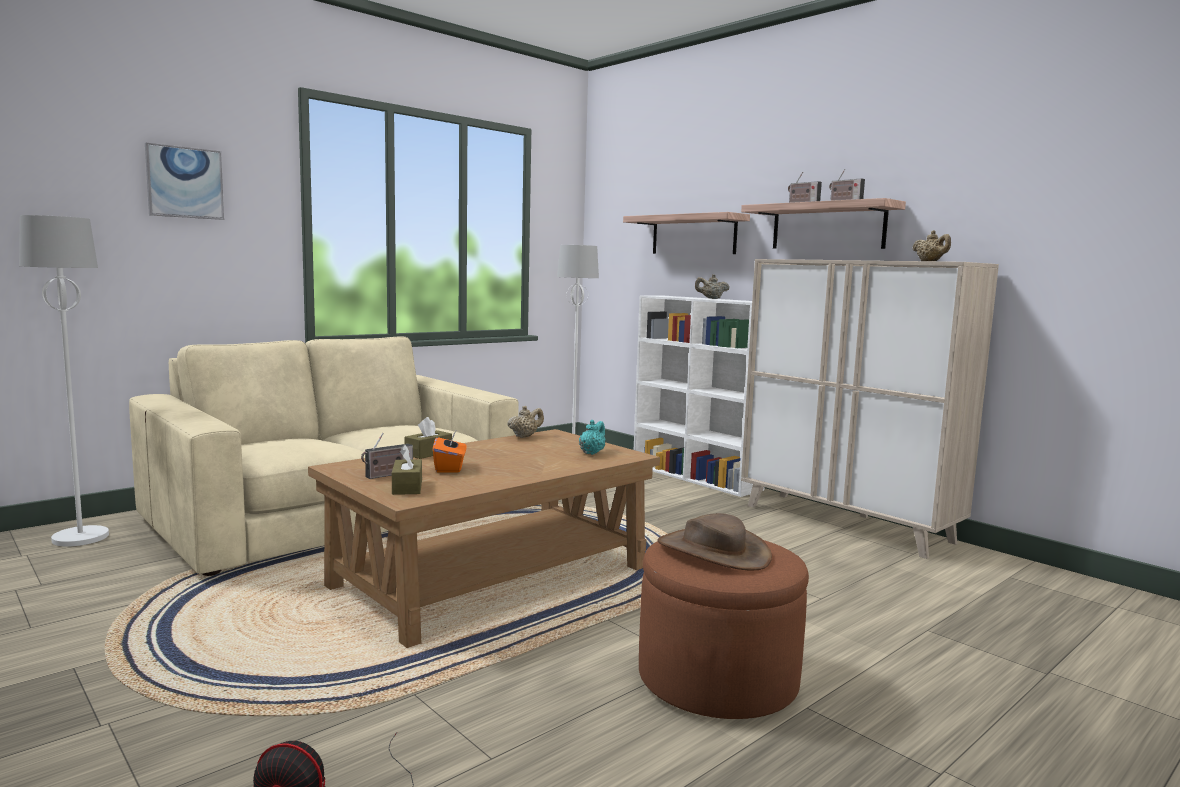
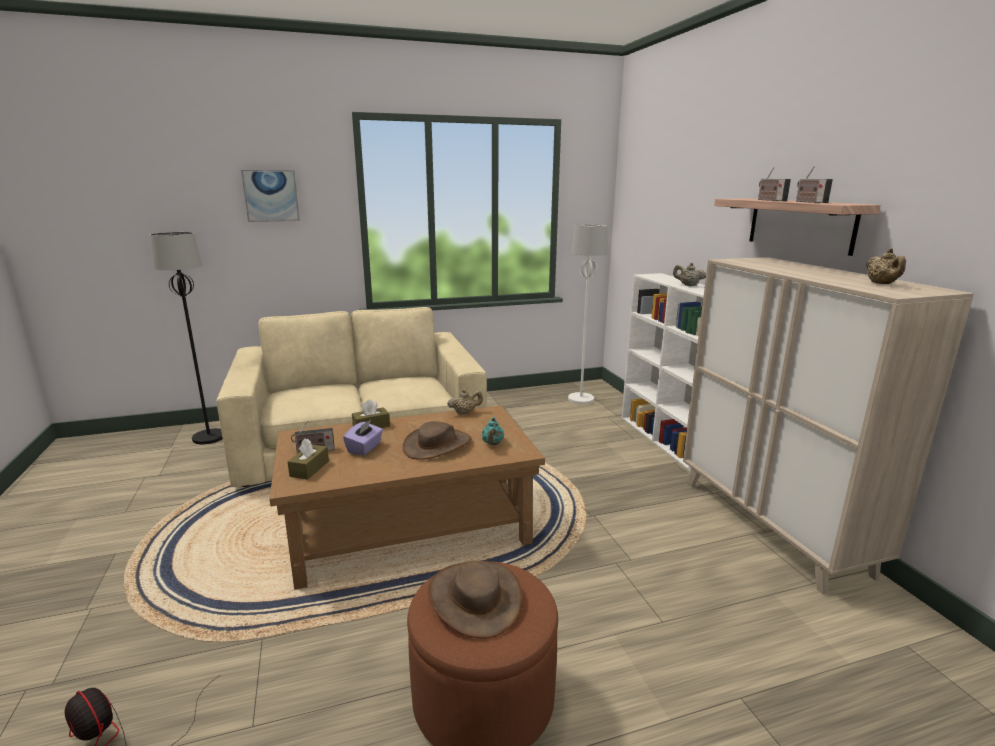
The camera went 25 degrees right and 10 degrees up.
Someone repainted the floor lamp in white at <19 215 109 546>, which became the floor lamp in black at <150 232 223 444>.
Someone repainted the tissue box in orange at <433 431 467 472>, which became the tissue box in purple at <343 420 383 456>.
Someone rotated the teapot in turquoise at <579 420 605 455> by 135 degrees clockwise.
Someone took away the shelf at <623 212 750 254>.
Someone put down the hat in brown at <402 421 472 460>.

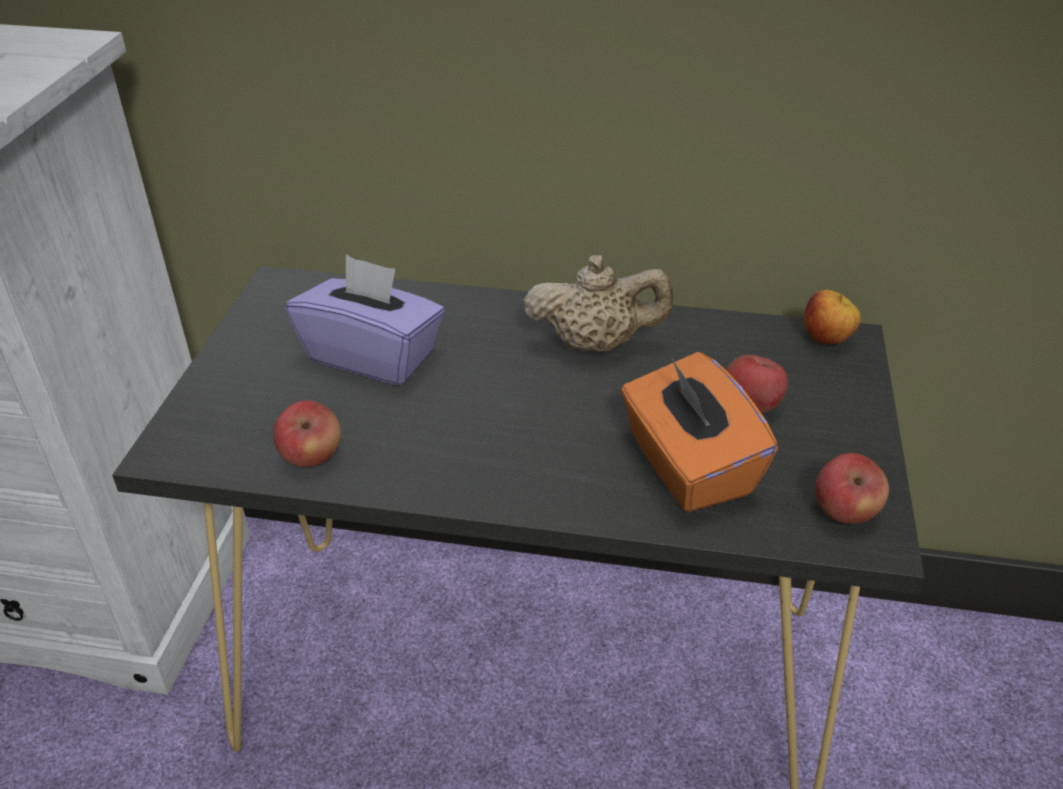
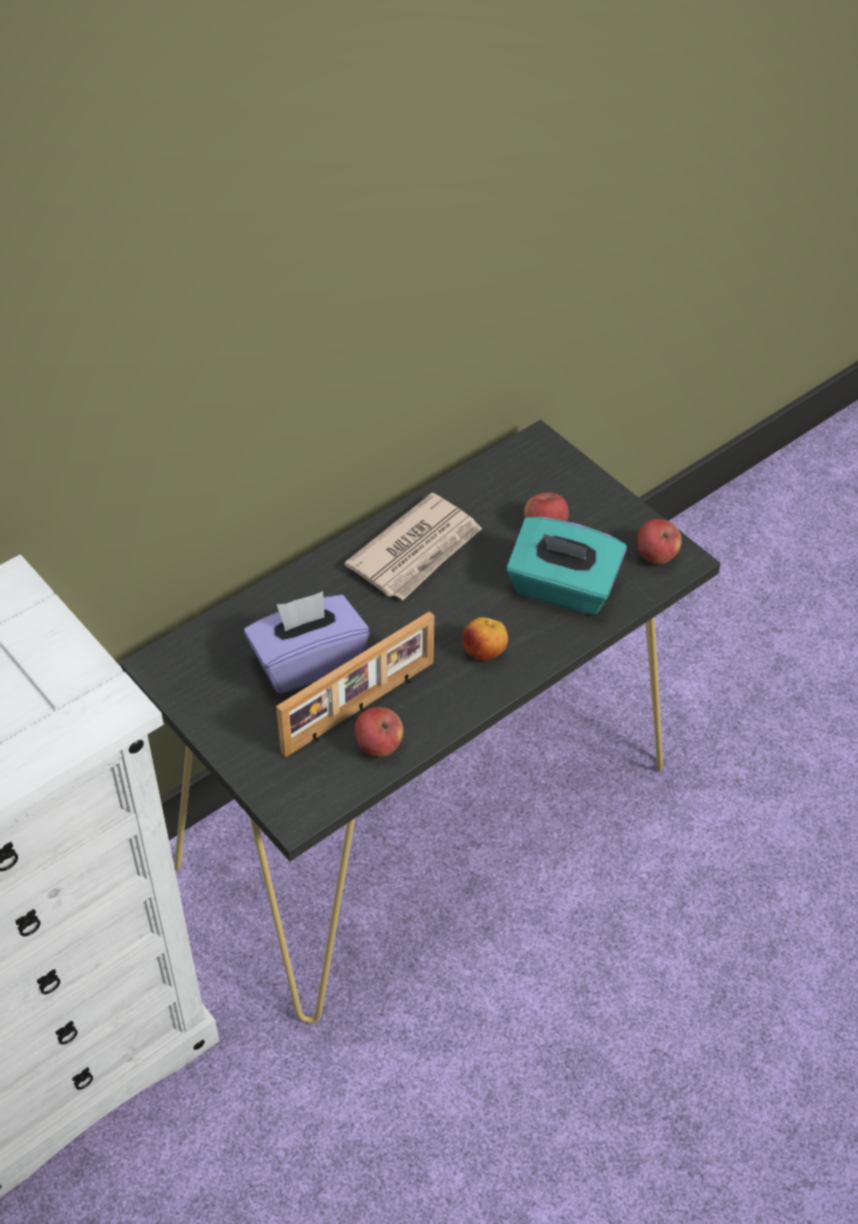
The camera went 50 degrees left and 10 degrees up.
Someone swapped the teapot in beige at <523 255 673 352> for the newspaper at <344 493 482 600>.
Someone repainted the tissue box in orange at <621 352 778 512>, which became the tissue box in turquoise at <506 517 626 615>.
Someone carried the apple from <804 290 861 345> to <463 617 508 661>.
Someone put down the picture frame at <276 611 435 758>.

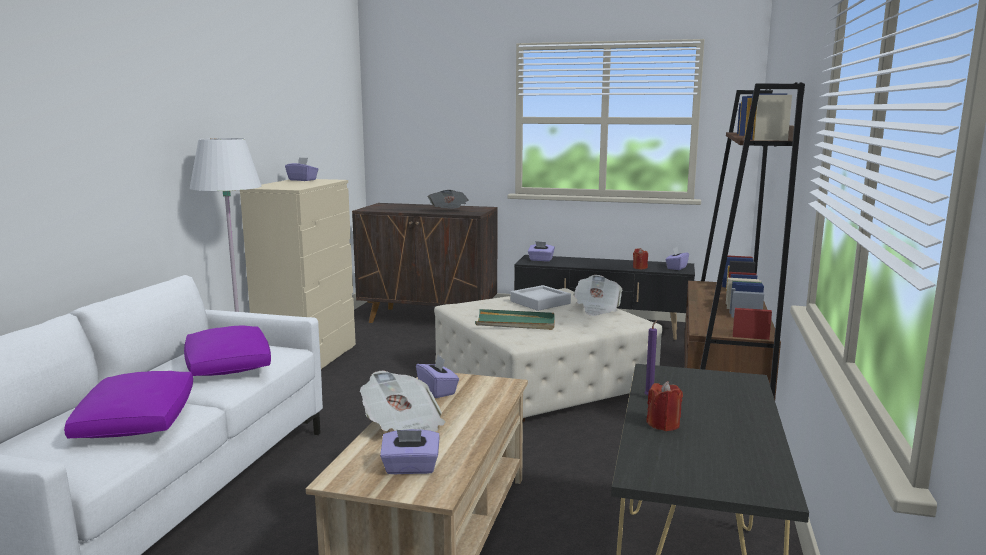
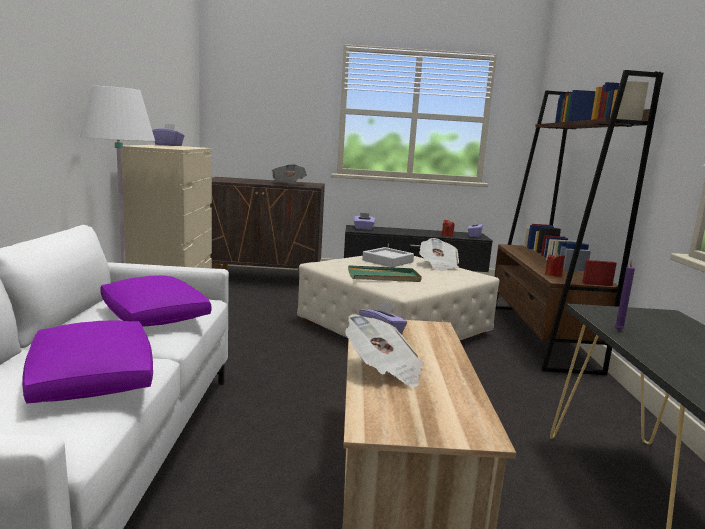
The camera went 15 degrees left and 0 degrees up.
Someone took away the tissue box in purple at <380 429 440 474>.
Someone carried the candle in red from <646 381 683 431> to <545 252 565 277>.

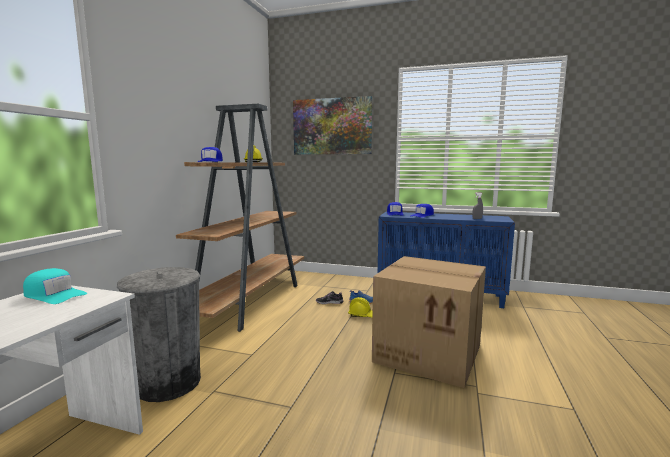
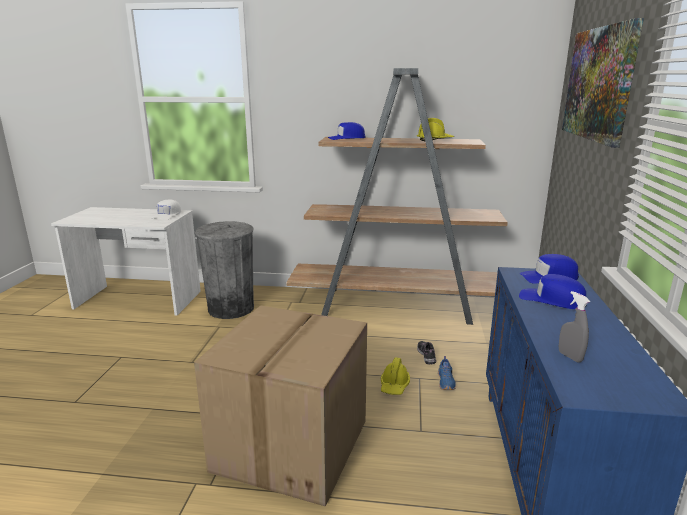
The camera went 80 degrees right and 10 degrees up.
Someone repainted the cap in turquoise at <23 268 87 304>, which became the cap in white at <151 199 181 220>.

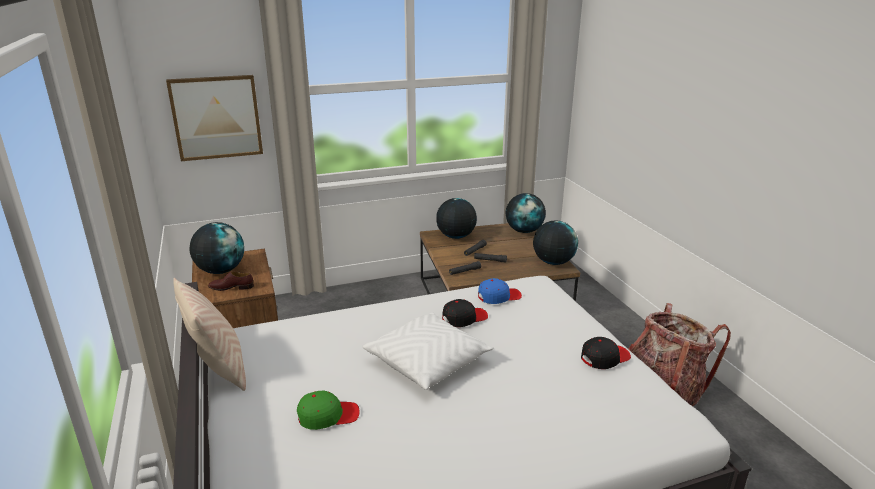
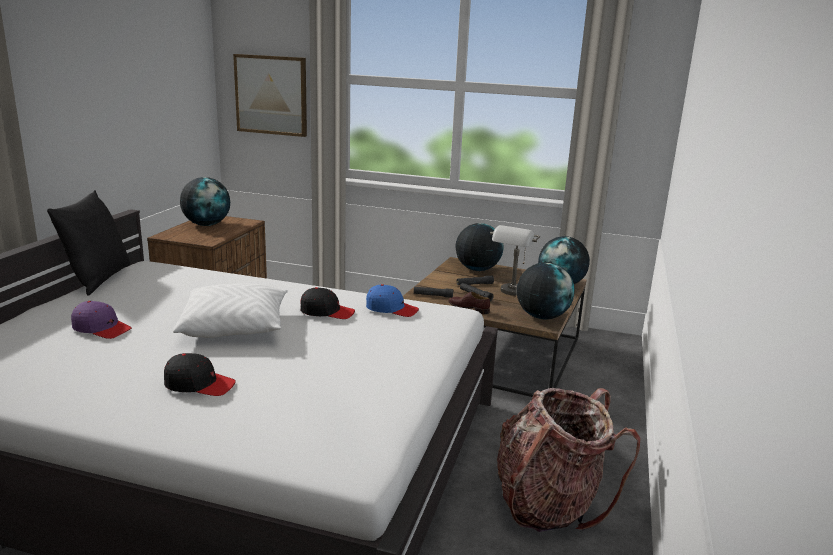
The camera went 35 degrees right and 5 degrees down.
Someone repainted the pillow in beige at <174 277 246 391>, which became the pillow in black at <47 190 130 296>.
Someone carried the shoe in brown from <208 271 254 291> to <448 292 490 314>.
Someone repainted the cap in green at <297 391 360 430>, which became the cap in purple at <71 301 132 339>.
Someone carried the cap in black from <581 337 631 369> to <164 353 236 396>.
Someone put down the table lamp in grey at <490 225 540 296>.

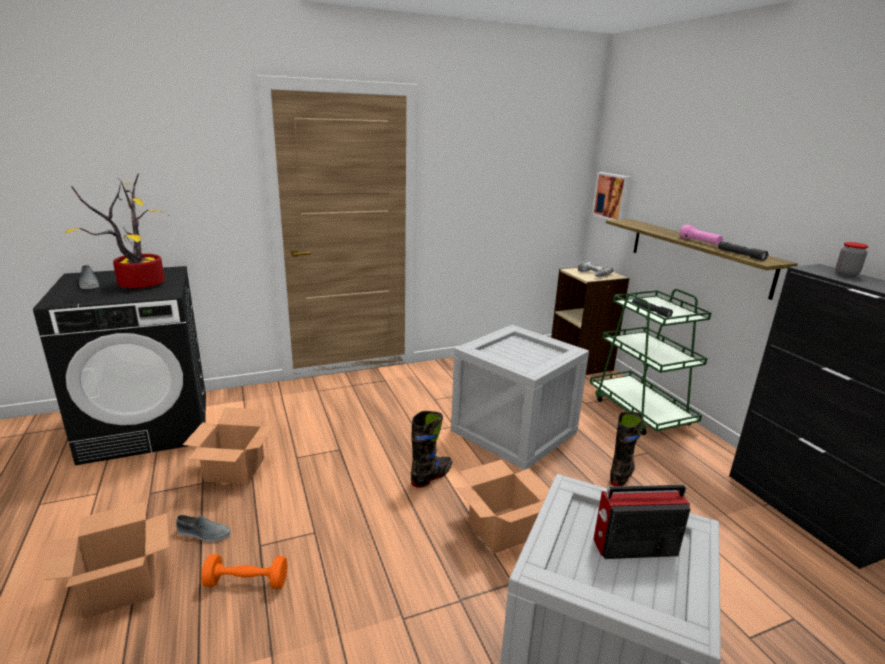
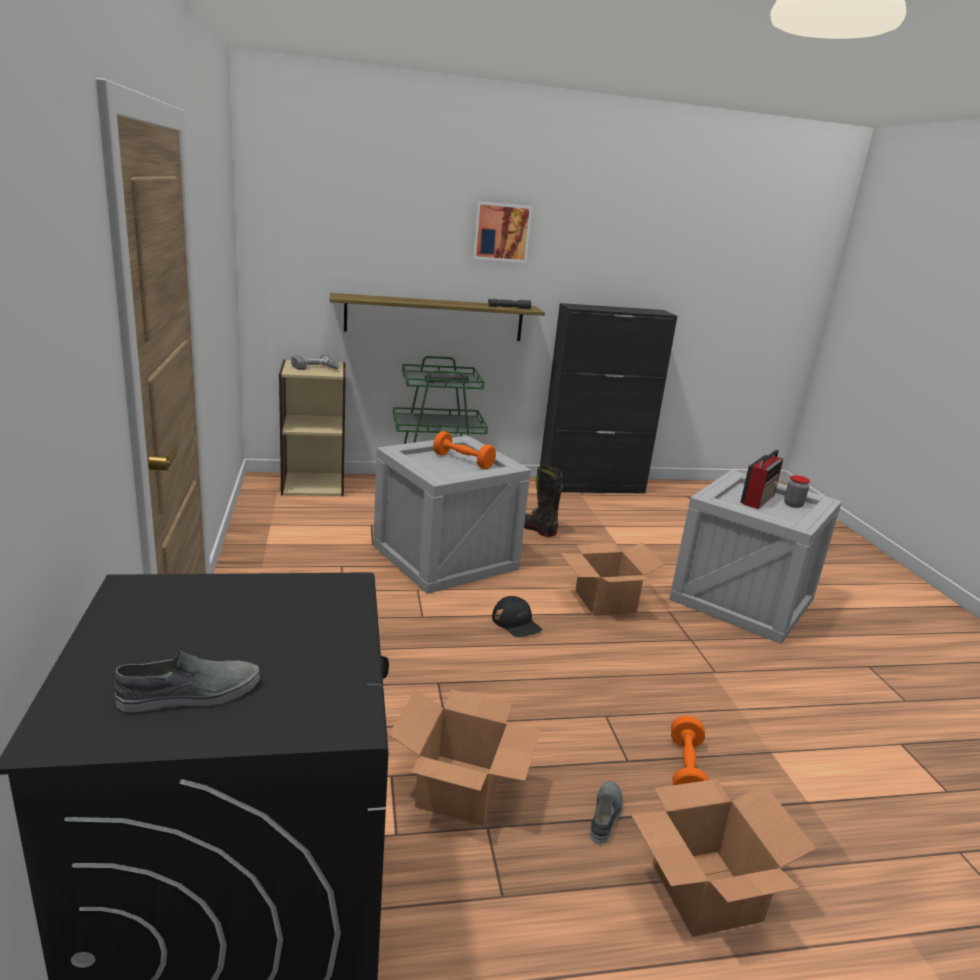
The camera went 80 degrees left and 0 degrees up.
Someone took away the potted plant at <65 174 165 288>.
Someone swapped the boot in black at <411 411 452 488> for the cap in black at <492 596 542 637>.
Someone carried the picture from <592 172 631 220> to <473 201 532 263>.
Someone rotated the radio at <594 485 690 559> by 150 degrees counterclockwise.
Someone took away the flashlight in pink at <680 224 723 245>.
Someone carried the jar from <835 242 869 276> to <784 475 810 508>.
Someone put down the dumbbell in orange at <433 431 496 469>.

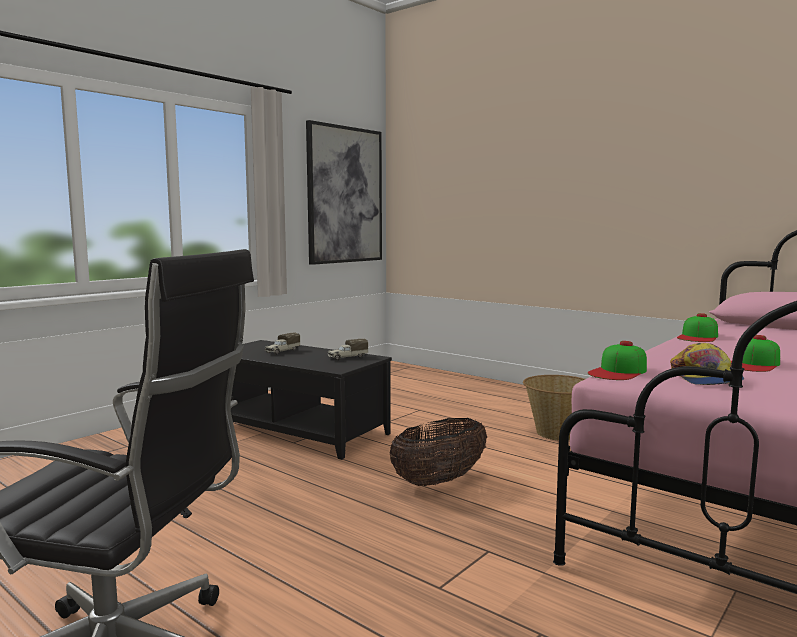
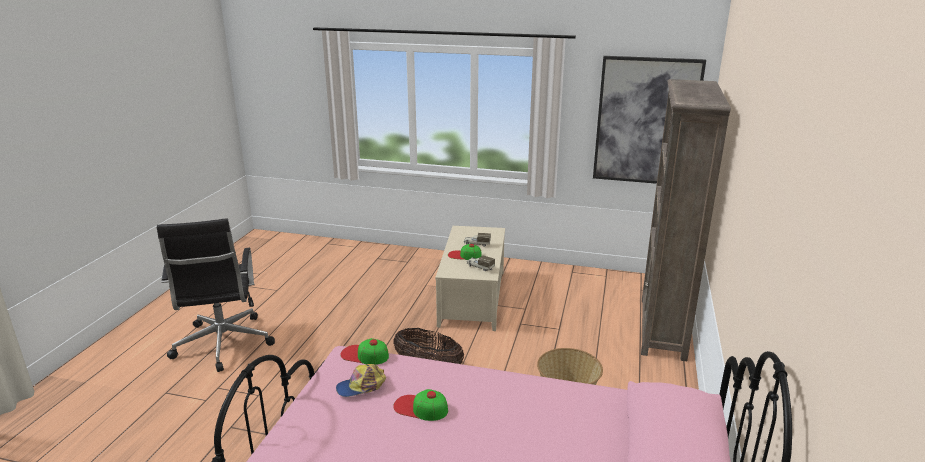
The camera went 65 degrees right and 15 degrees up.
Someone repainted the coffee table in black at <231 340 392 460>, which became the coffee table in beige at <435 226 505 331>.
Someone carried the cap from <677 313 718 342> to <448 244 482 260>.
Someone put down the bookcase in brown at <641 79 731 361>.

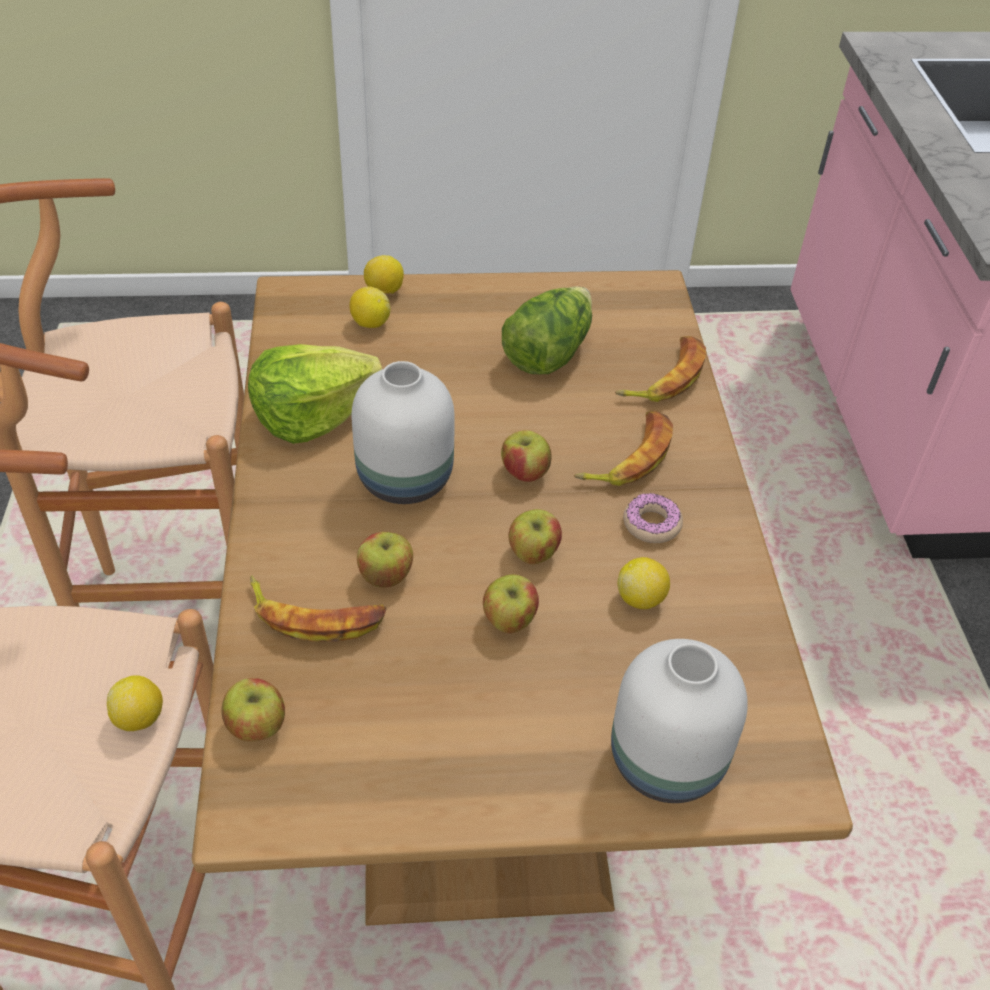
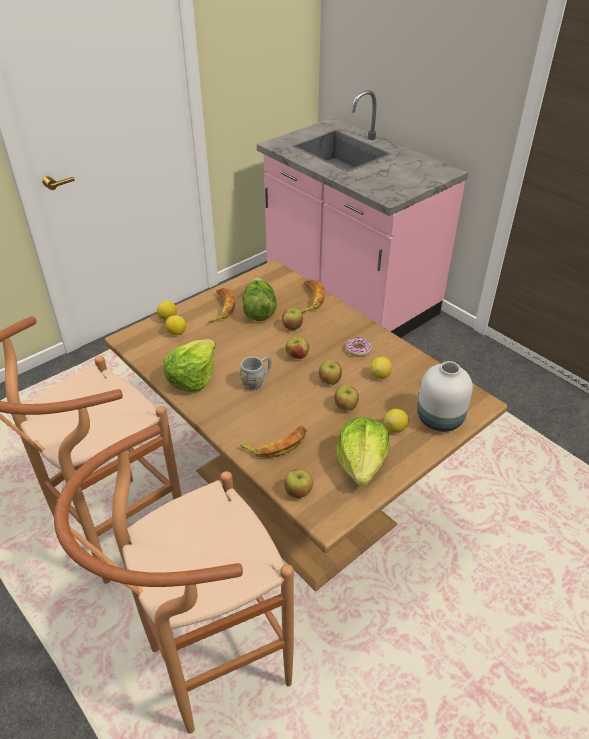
The camera went 35 degrees left and 5 degrees down.
Someone carried the lemon from <107 675 163 731> to <384 409 409 433>.
Someone swapped the vase in white at <352 361 455 504> for the mug in grey at <240 357 272 390>.
Someone carried the apple from <357 532 413 587> to <282 308 303 330>.
Someone carried the banana from <574 411 673 486> to <208 288 235 322>.
Someone put down the lettuce at <337 417 390 486>.

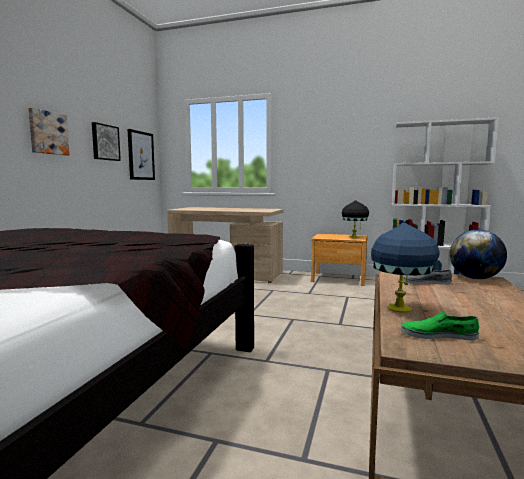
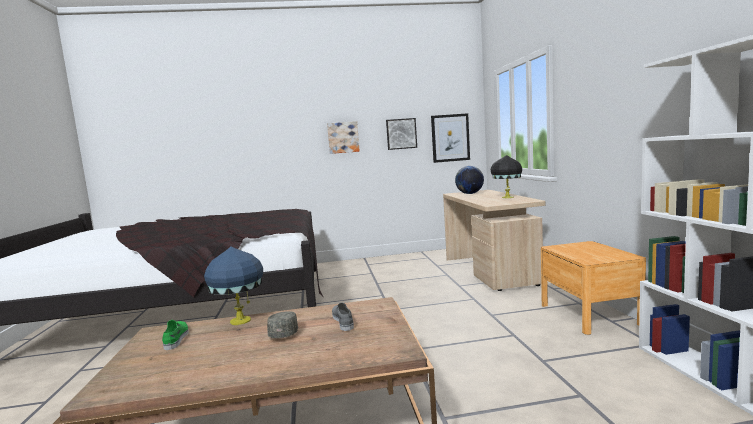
The camera went 65 degrees right and 0 degrees up.
Someone carried the table lamp in black from <342 200 369 238> to <491 155 522 198>.
Someone carried the globe from <450 230 507 279> to <455 166 484 194>.
Someone put down the cap in grey at <267 311 299 338>.

